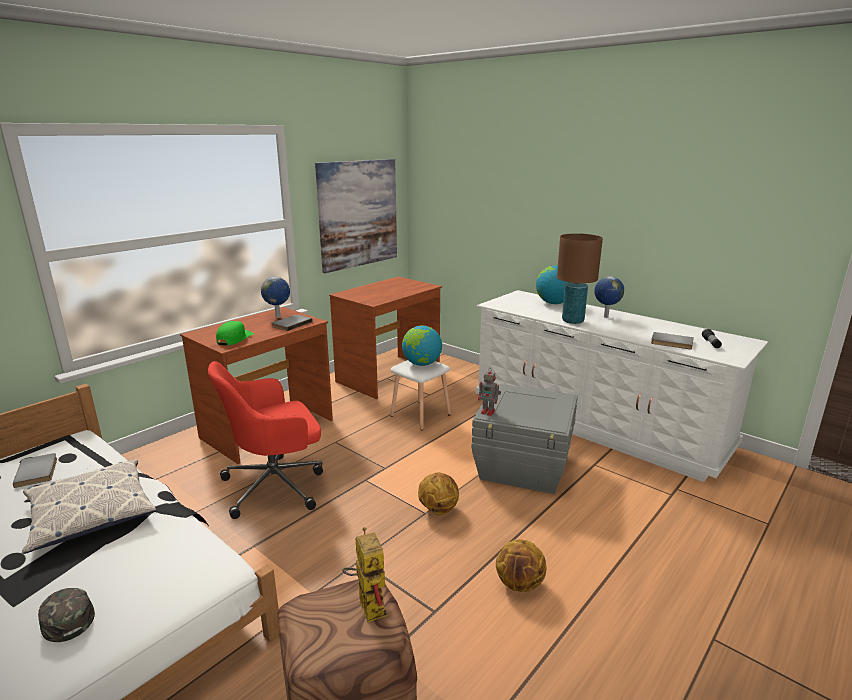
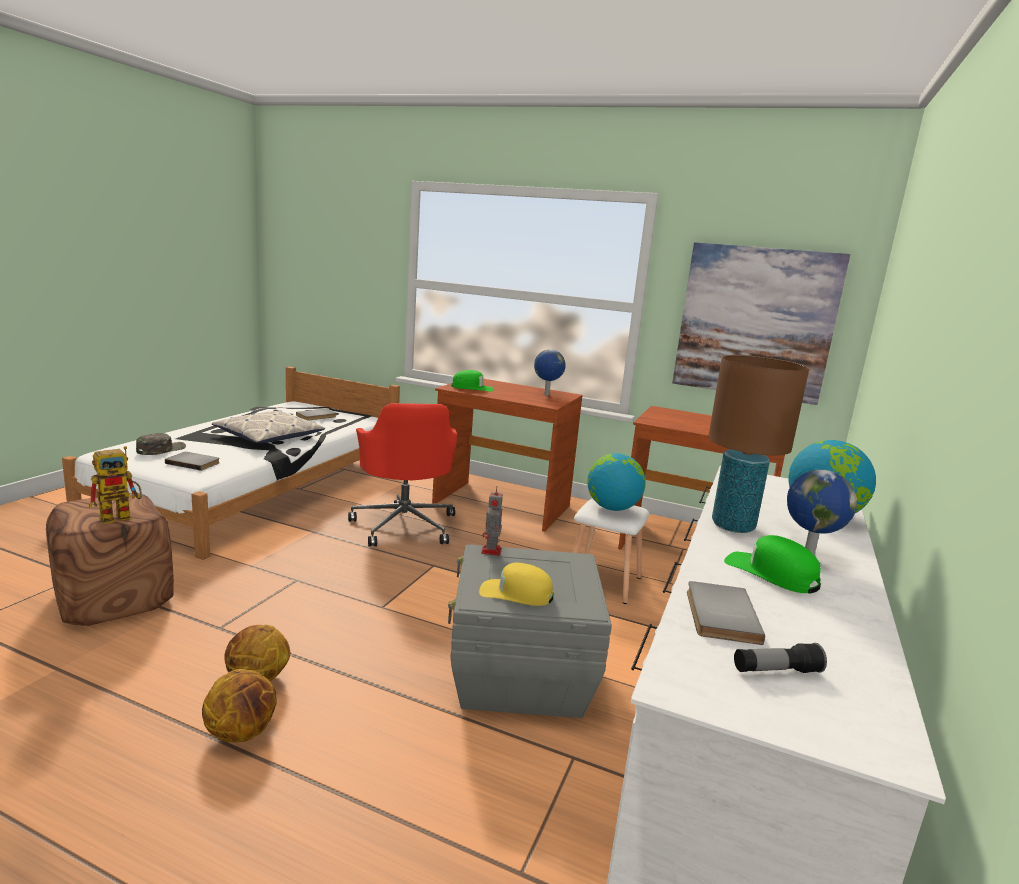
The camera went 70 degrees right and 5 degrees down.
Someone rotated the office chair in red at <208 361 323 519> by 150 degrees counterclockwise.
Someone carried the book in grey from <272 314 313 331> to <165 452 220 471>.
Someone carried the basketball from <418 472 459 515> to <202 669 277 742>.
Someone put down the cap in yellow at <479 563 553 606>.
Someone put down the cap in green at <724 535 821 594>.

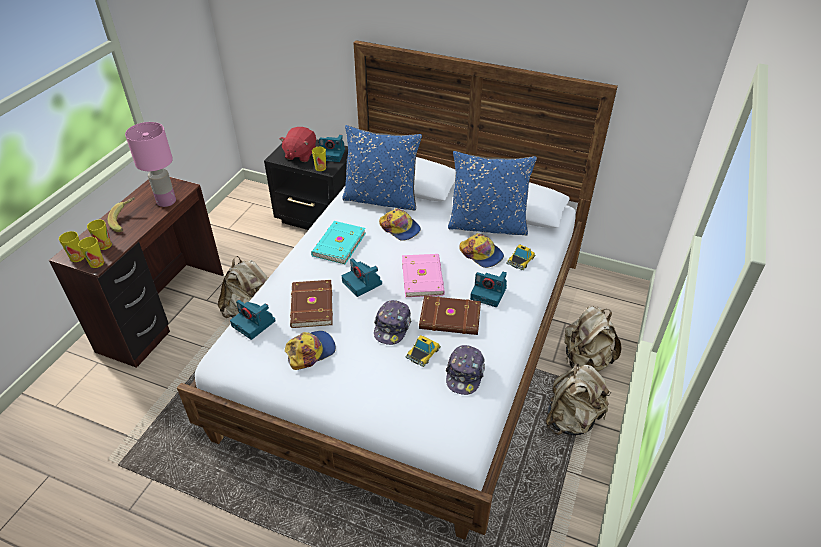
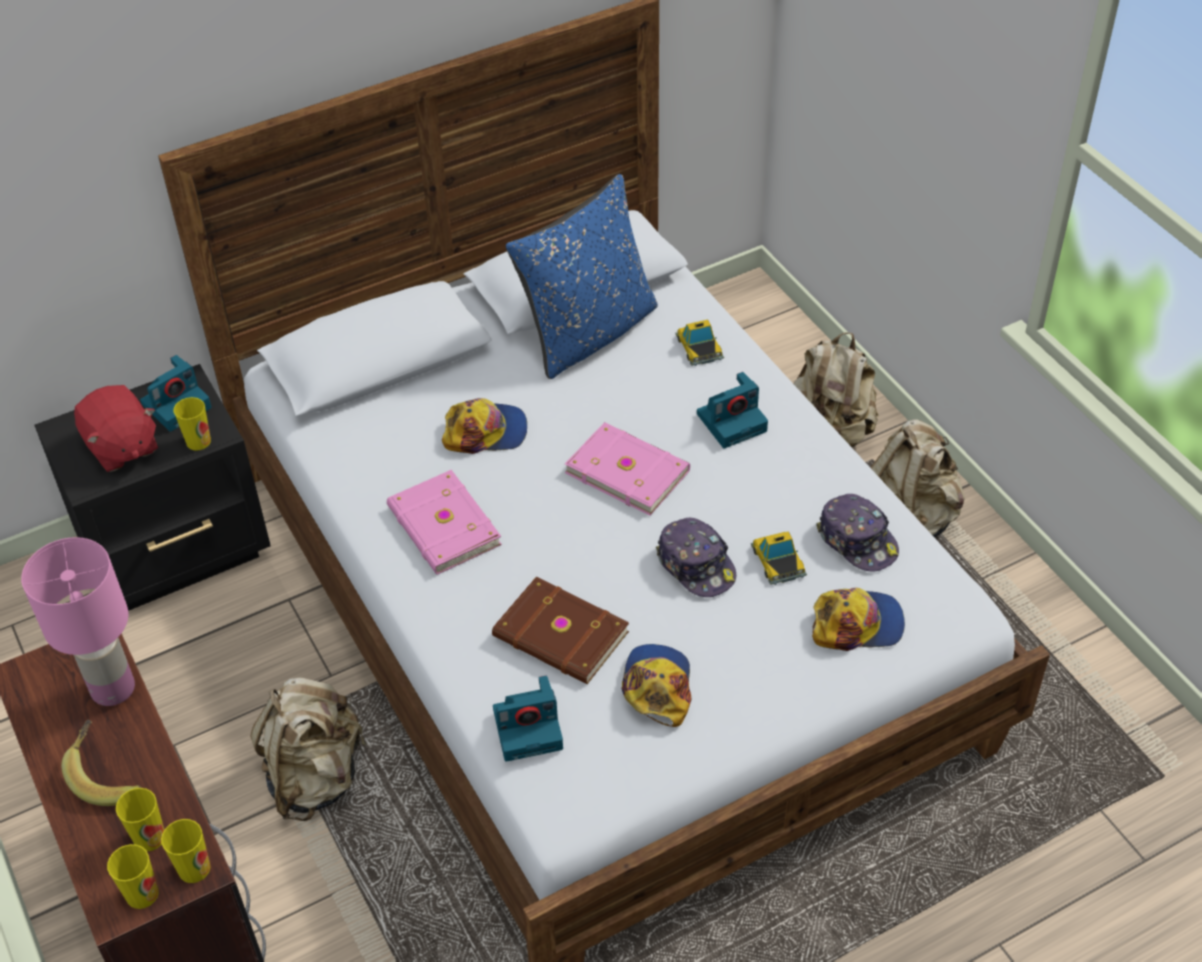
The camera went 50 degrees left and 5 degrees up.
Someone repainted the book in turquoise at <311 221 366 264>, which became the book in pink at <387 470 502 575>.
Someone took away the pillow in blue at <342 125 422 211>.
Someone took away the photo camera at <342 258 382 297>.
Someone took away the book in brown at <419 296 481 335>.
Someone carried the cap from <459 233 504 268> to <812 588 905 651>.

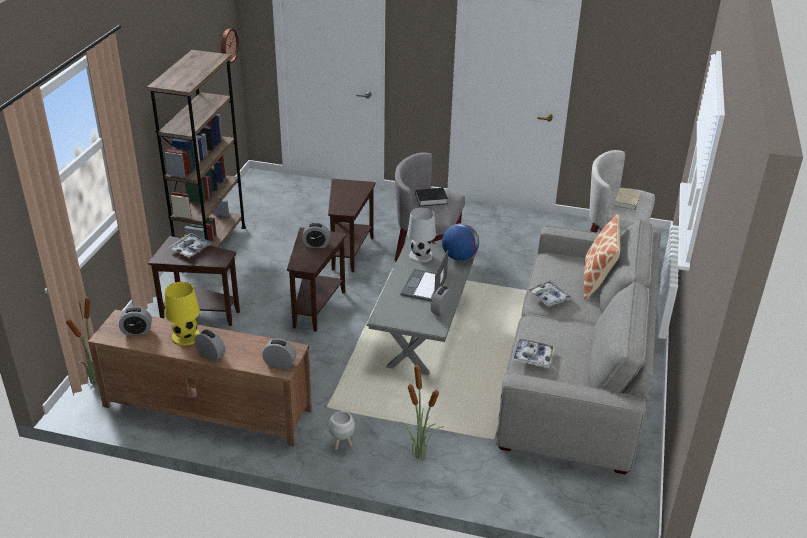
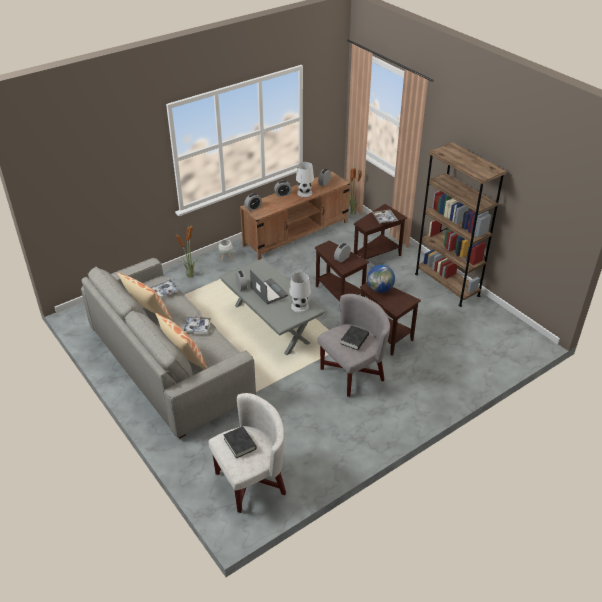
The camera went 130 degrees right and 5 degrees up.
Someone repainted the table lamp in yellow at <165 282 200 346>, which became the table lamp in white at <296 162 314 197>.
Someone took away the wall clock at <221 28 239 63>.
Someone carried the globe from <442 223 479 261> to <367 265 395 293>.
Someone repainted the book in beige at <613 188 641 211>, which became the book in black at <223 426 257 458>.
Someone put down the pillow at <117 273 173 320>.

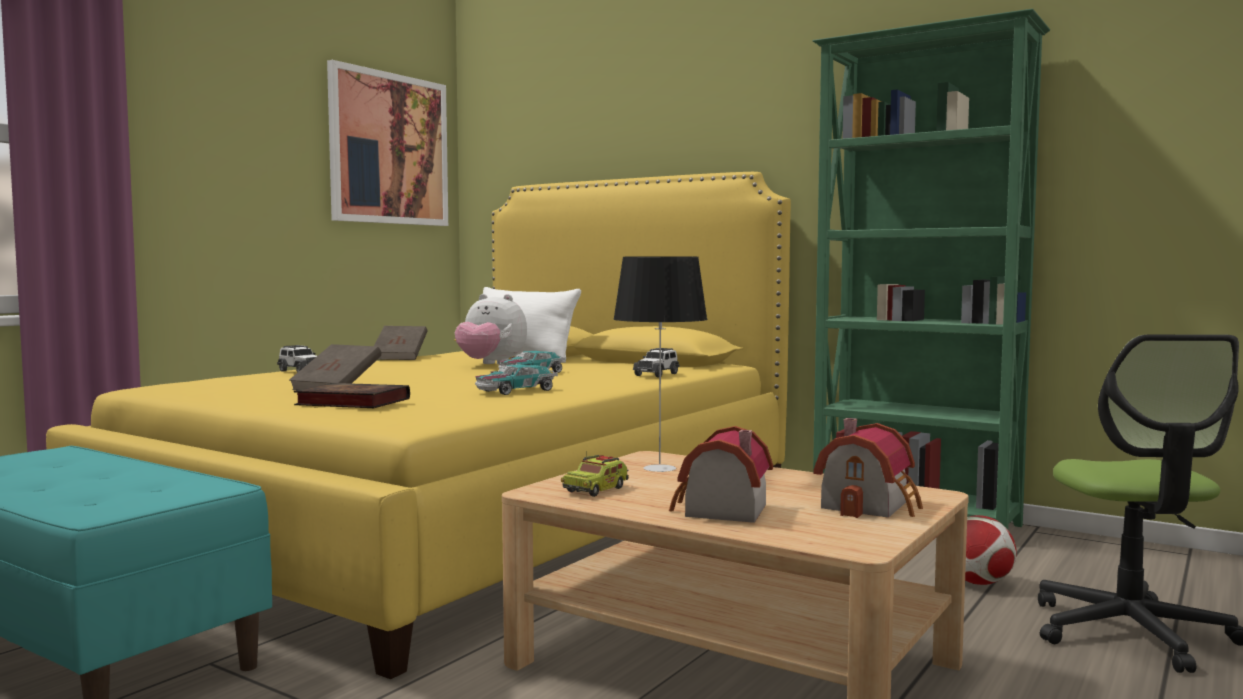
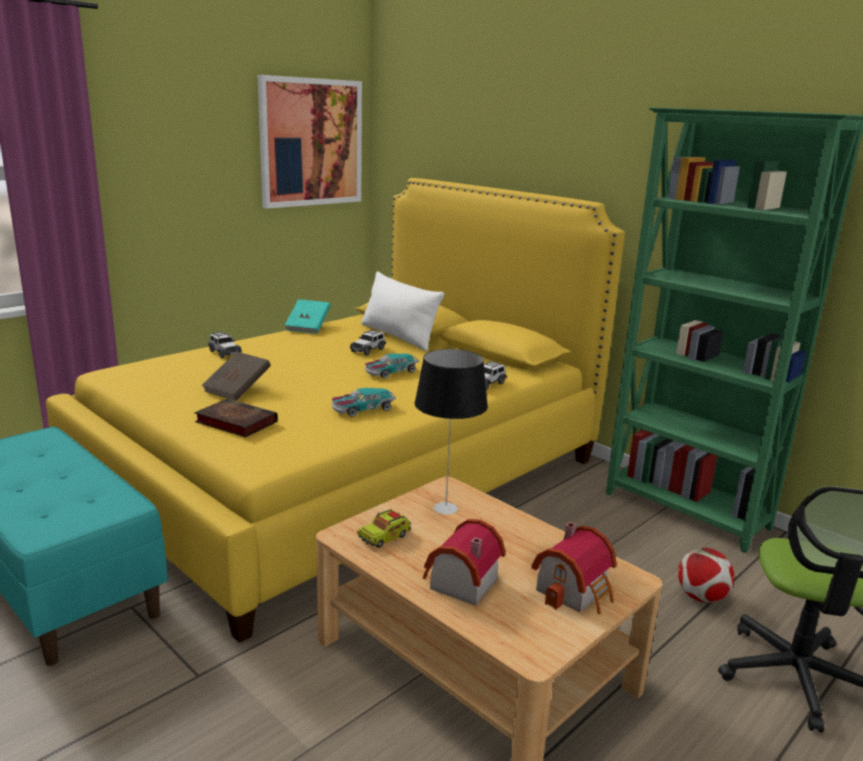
The camera went 10 degrees right and 15 degrees up.
Someone repainted the book in brown at <374 326 427 360>, which became the book in turquoise at <285 299 331 334>.
Someone swapped the plush toy at <455 294 527 365> for the toy car at <350 330 386 356>.

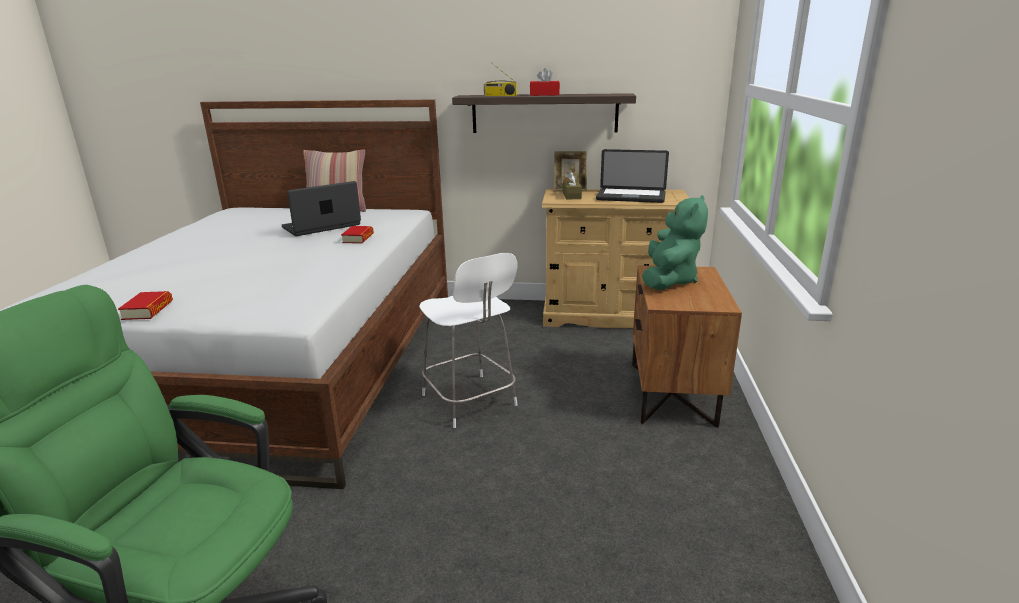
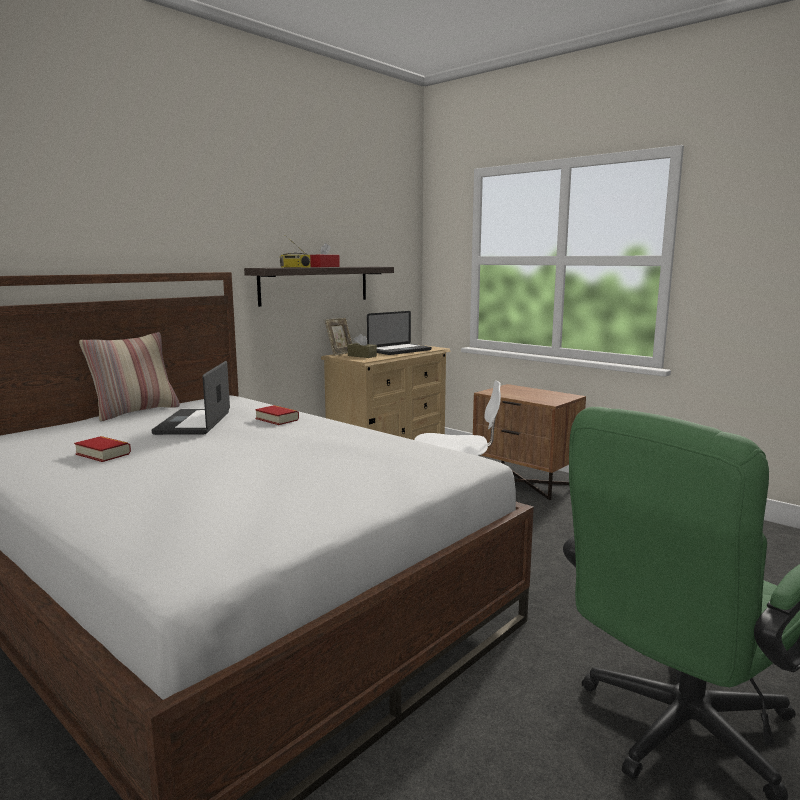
The camera went 55 degrees left and 10 degrees down.
Someone carried the book from <118 291 173 320> to <74 436 131 462>.
Someone took away the plush toy in green at <642 195 708 290>.

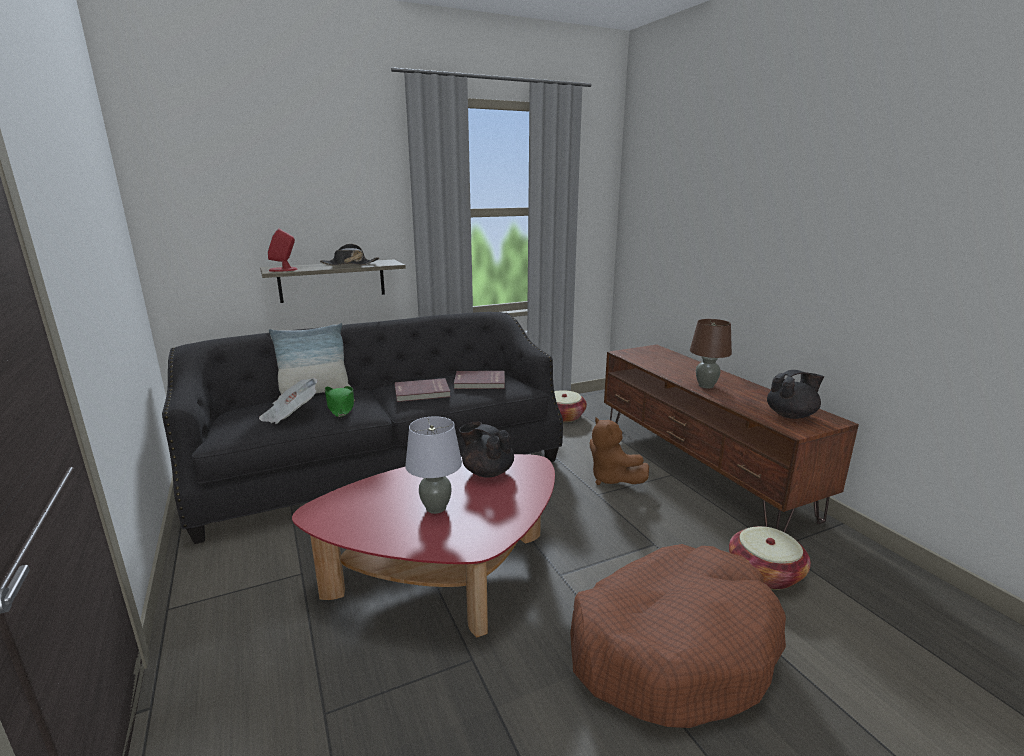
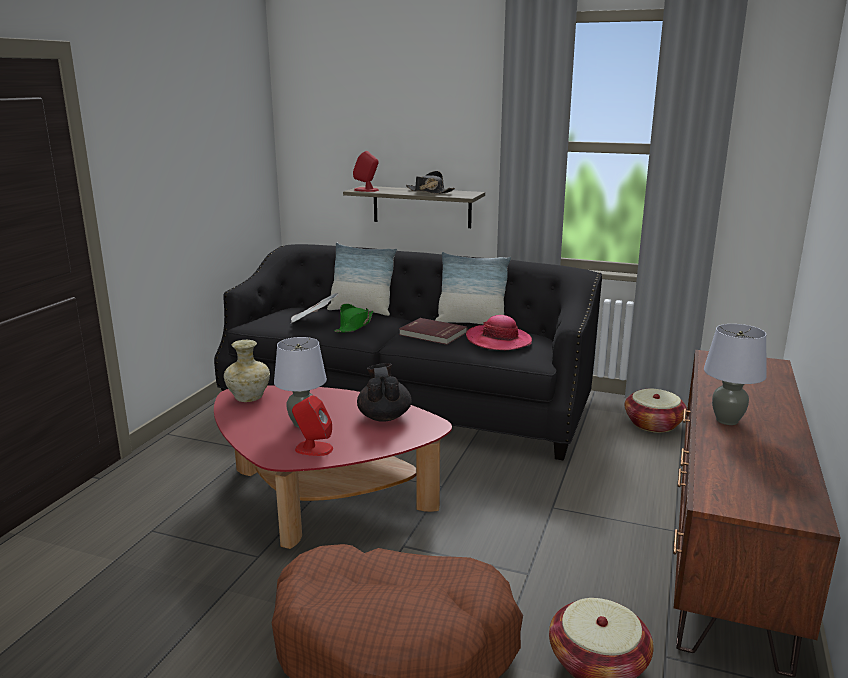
The camera went 45 degrees right and 0 degrees up.
Someone swapped the book in red at <454 371 505 389> for the hat at <466 315 532 350>.
Someone took away the plush toy in brown at <590 417 649 485>.
Someone repainted the table lamp in brown at <690 319 732 388>, which became the table lamp in grey at <704 324 767 425>.
Someone took away the teapot in black at <767 370 824 419>.
Someone put down the vase in beige at <224 340 270 402>.
Someone put down the speaker in red at <292 395 333 456>.
Someone put down the pillow at <435 252 511 324>.

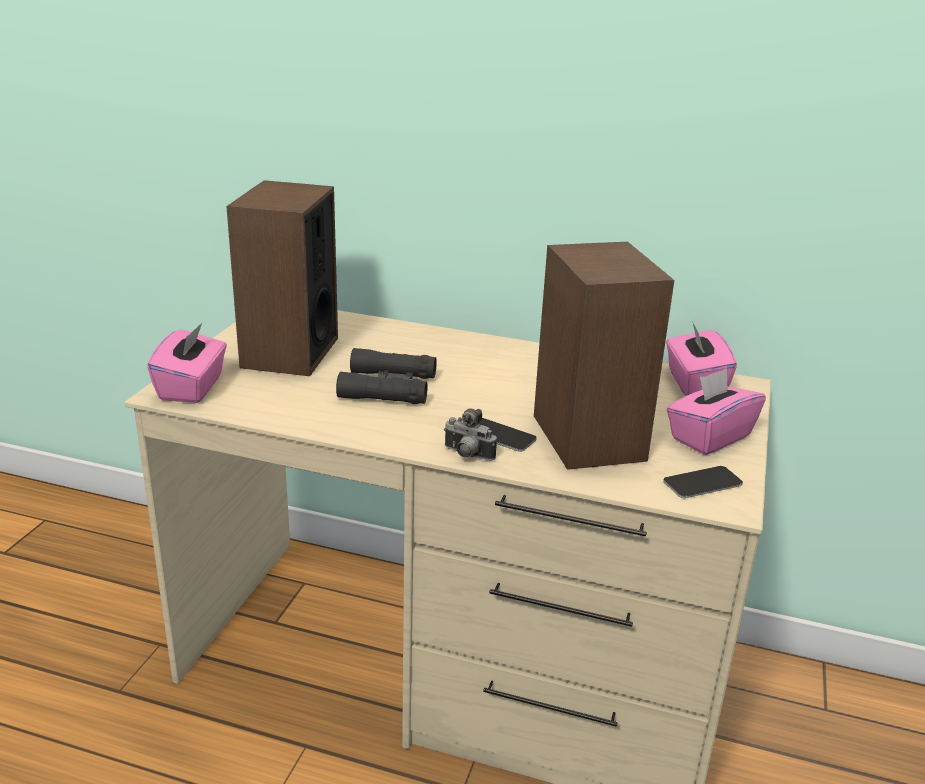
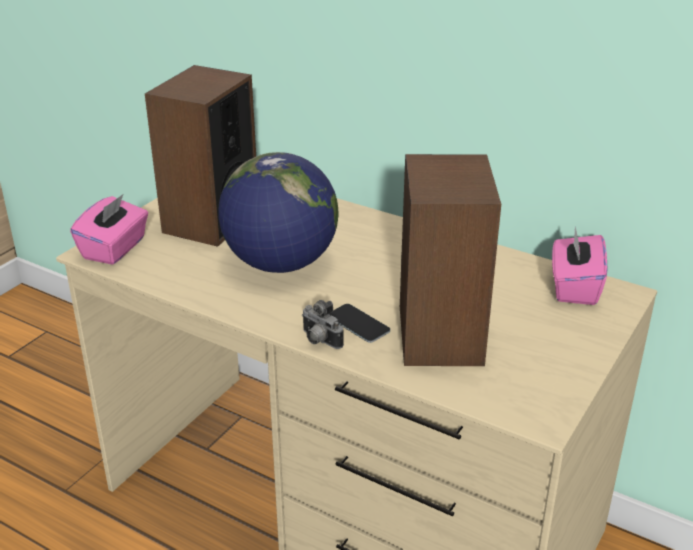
The camera went 15 degrees right and 5 degrees up.
Someone swapped the binoculars in black at <336 348 437 404> for the globe at <218 152 339 273>.
Someone took away the phone at <663 466 743 498>.
Someone took away the tissue box in pink at <666 368 766 455>.

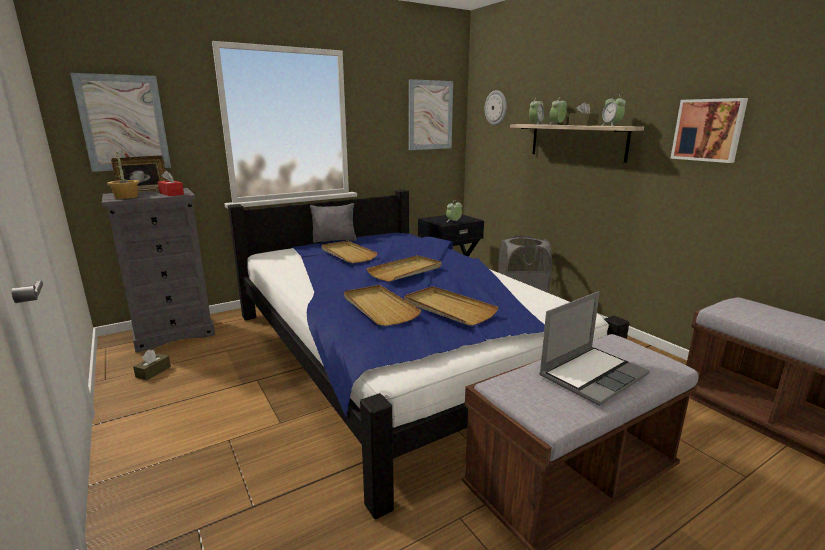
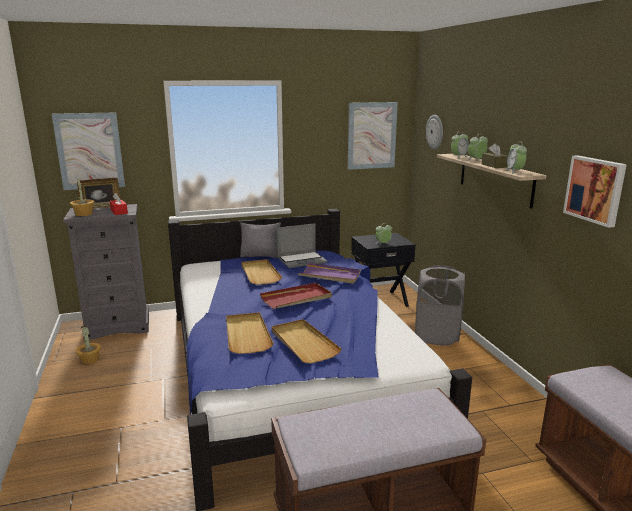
The camera went 15 degrees right and 0 degrees up.
Someone swapped the tissue box in brown at <133 350 171 381> for the potted plant at <76 325 101 364>.
Someone repainted the tray in beige at <367 255 441 282>, which became the tray in red at <260 283 332 309>.
Someone carried the laptop from <539 291 650 406> to <277 223 327 268>.
Someone put down the tray in purple at <298 263 361 284>.

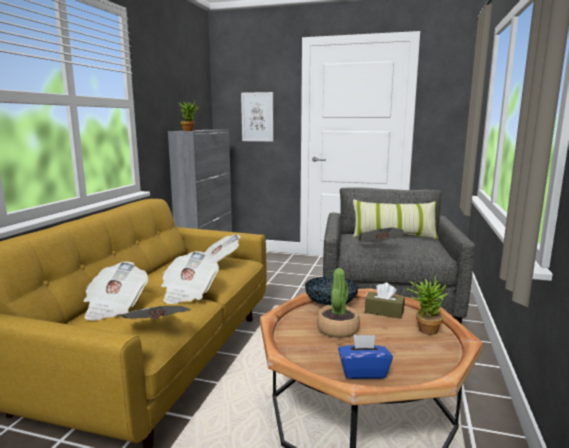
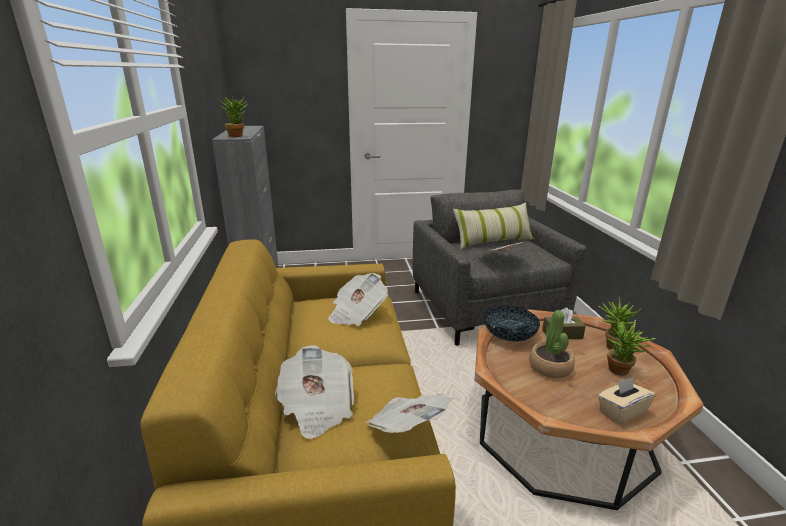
The camera went 25 degrees left and 10 degrees up.
Someone took away the newspaper at <161 251 219 304>.
Someone took away the picture at <241 92 273 142>.
Someone repainted the tissue box in blue at <338 335 393 379>, which became the tissue box in beige at <598 377 655 424>.
Someone put down the potted plant at <607 318 656 376>.

